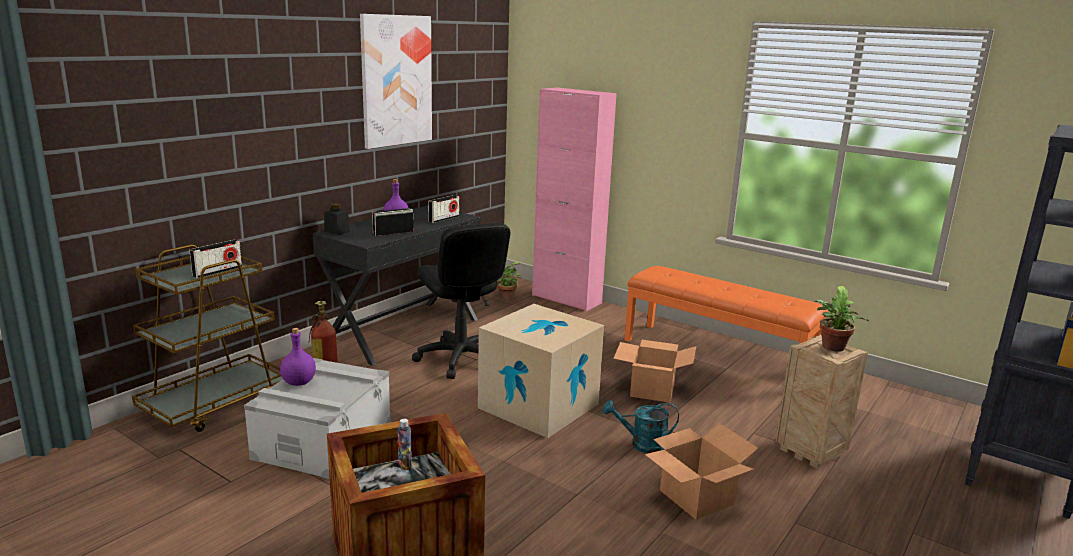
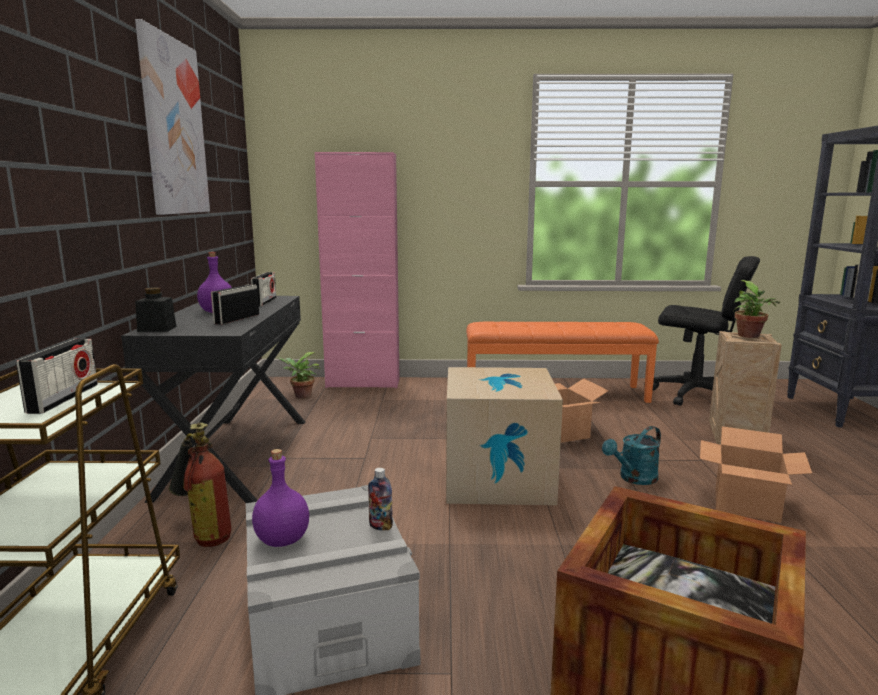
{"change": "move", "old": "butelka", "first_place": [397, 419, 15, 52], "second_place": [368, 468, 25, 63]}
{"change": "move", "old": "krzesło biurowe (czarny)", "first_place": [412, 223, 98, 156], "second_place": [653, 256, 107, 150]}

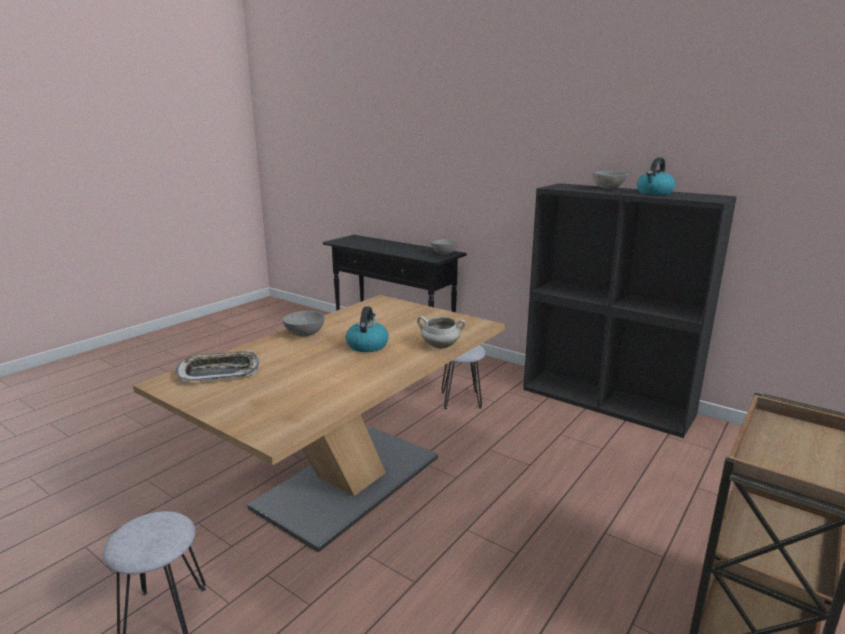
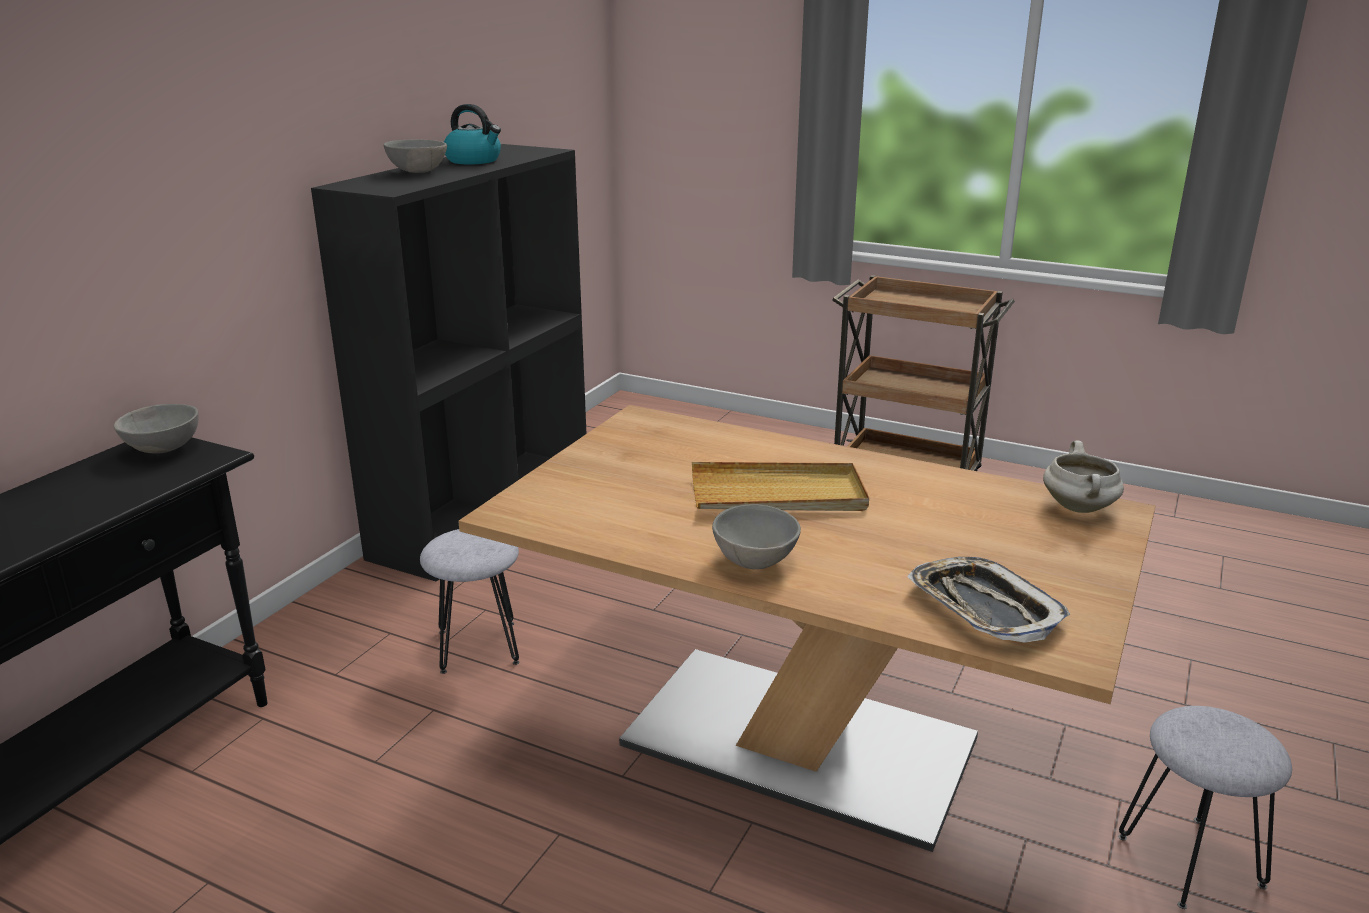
{"change": "replace", "old": "czajnik", "new": "taca (beżowy)", "first_place": [346, 306, 43, 46], "second_place": [692, 462, 177, 49]}
{"change": "move", "old": "garnek (biały)", "first_place": [417, 316, 49, 33], "second_place": [1043, 440, 81, 73]}

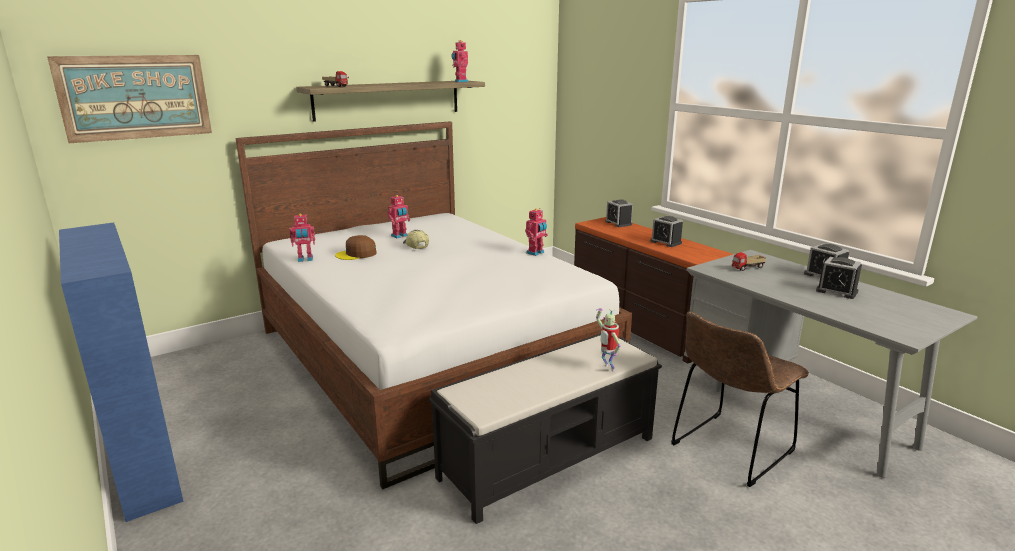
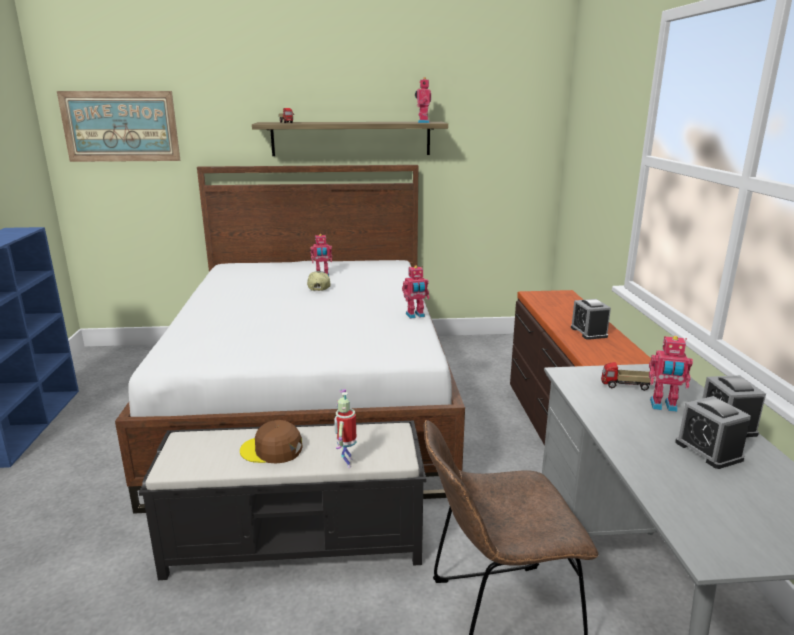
{"change": "move", "old": "robot zabawkowy", "first_place": [289, 214, 26, 48], "second_place": [649, 336, 44, 76]}
{"change": "move", "old": "czapka z daszkiem (brązowy)", "first_place": [335, 235, 42, 25], "second_place": [240, 420, 62, 44]}
{"change": "delete", "old": "budzik", "first_place": [605, 199, 28, 28]}

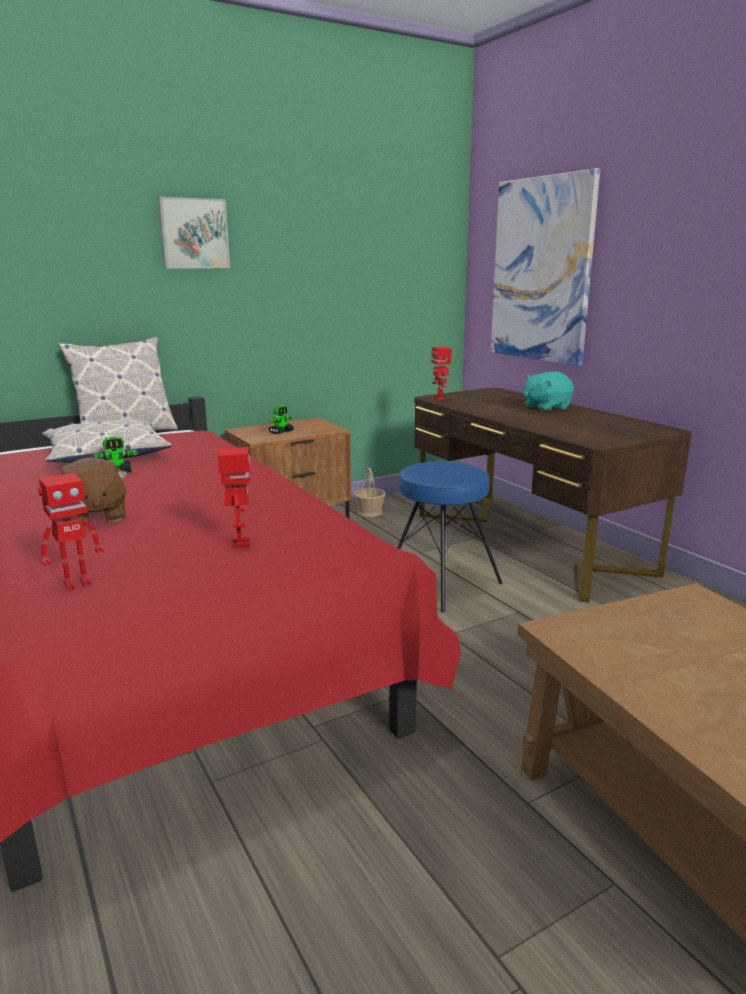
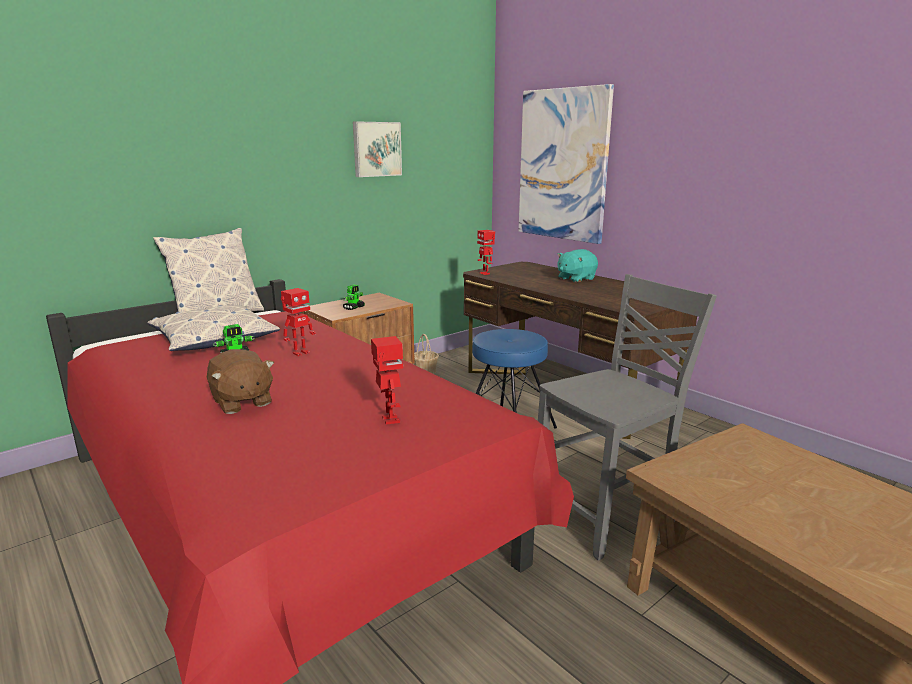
{"change": "move", "old": "robot zabawkowy", "first_place": [38, 473, 66, 117], "second_place": [281, 288, 35, 68]}
{"change": "move", "old": "obraz", "first_place": [157, 197, 73, 72], "second_place": [353, 121, 49, 56]}
{"change": "insert", "new": "krzesło (szary)", "second_place": [538, 274, 179, 287]}

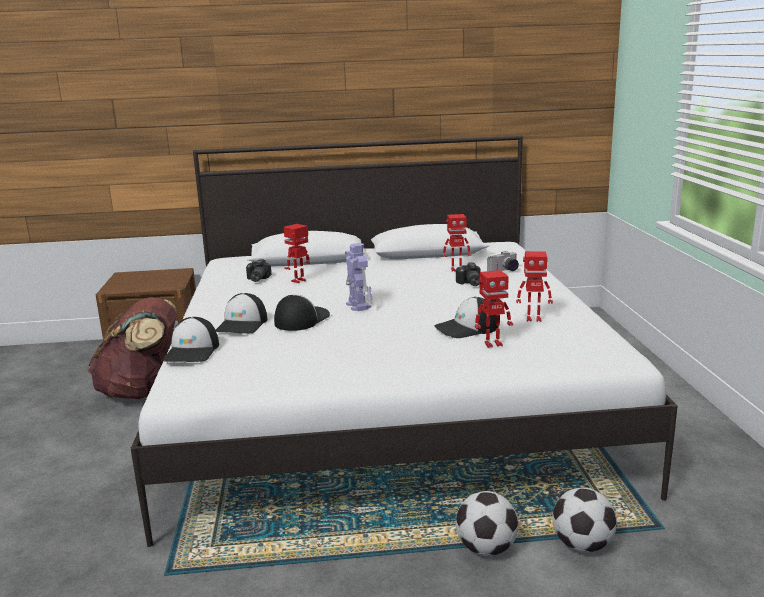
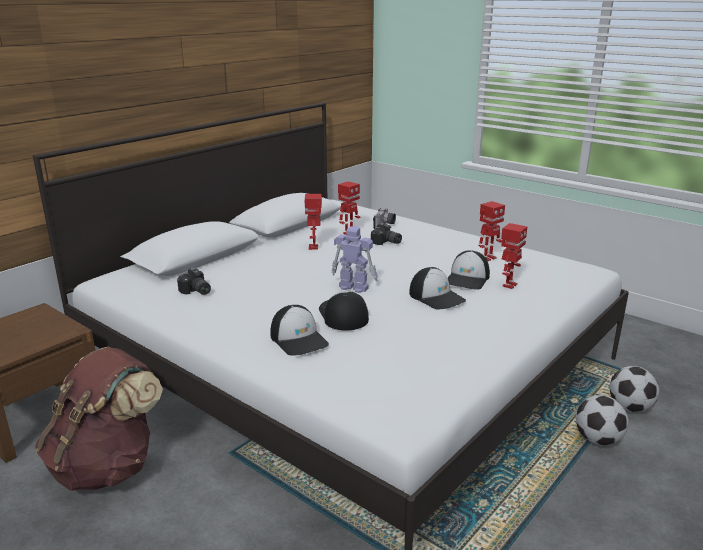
{"change": "move", "old": "czapka z daszkiem", "first_place": [162, 317, 57, 45], "second_place": [409, 267, 57, 42]}
{"change": "move", "old": "robot zabawkowy", "first_place": [284, 224, 26, 59], "second_place": [304, 194, 18, 56]}

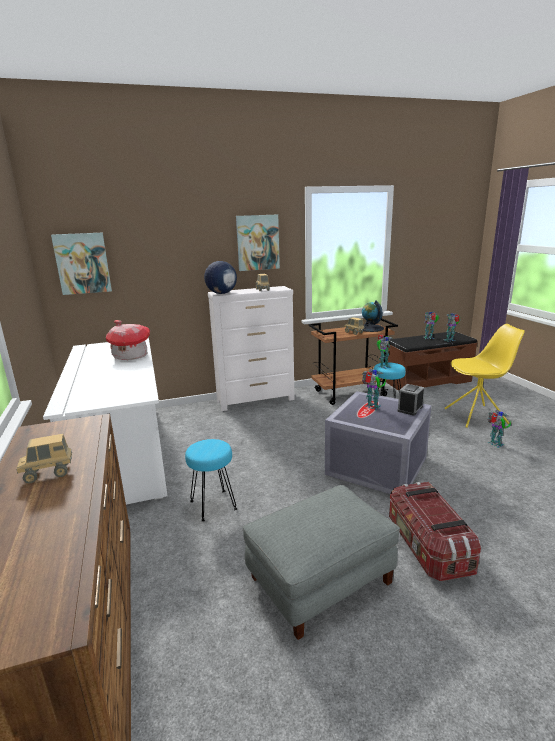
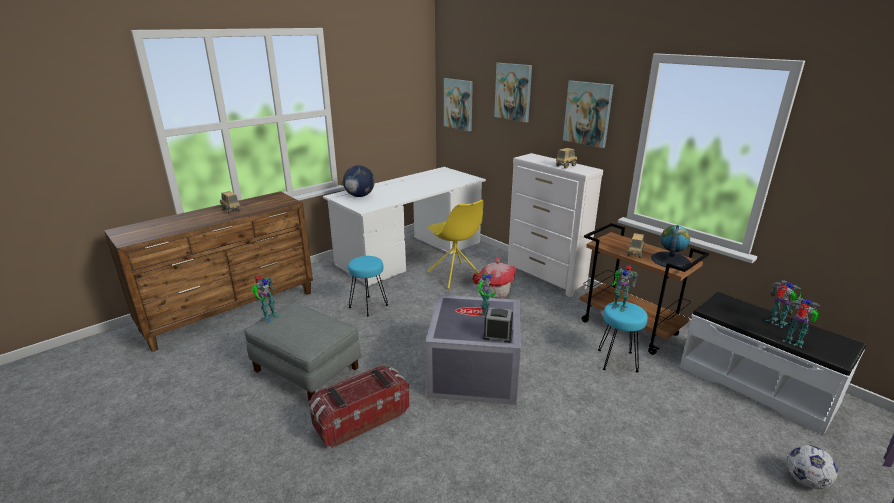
{"change": "move", "old": "domek", "first_place": [106, 320, 44, 40], "second_place": [480, 258, 36, 40]}
{"change": "move", "old": "globus", "first_place": [204, 261, 33, 33], "second_place": [343, 165, 32, 32]}
{"change": "recolor", "old": "ławka (brązowy)", "new": "ławka (biały)", "first_place": [386, 331, 91, 60], "second_place": [680, 292, 186, 144]}
{"change": "move", "old": "krzesło (żółty)", "first_place": [445, 324, 80, 104], "second_place": [427, 200, 57, 89]}
{"change": "move", "old": "robot zabawkowy", "first_place": [487, 410, 24, 38], "second_place": [252, 276, 27, 46]}
{"change": "insert", "new": "obraz", "second_place": [494, 63, 38, 59]}
{"change": "insert", "new": "piłka futbolowa", "second_place": [787, 445, 51, 44]}

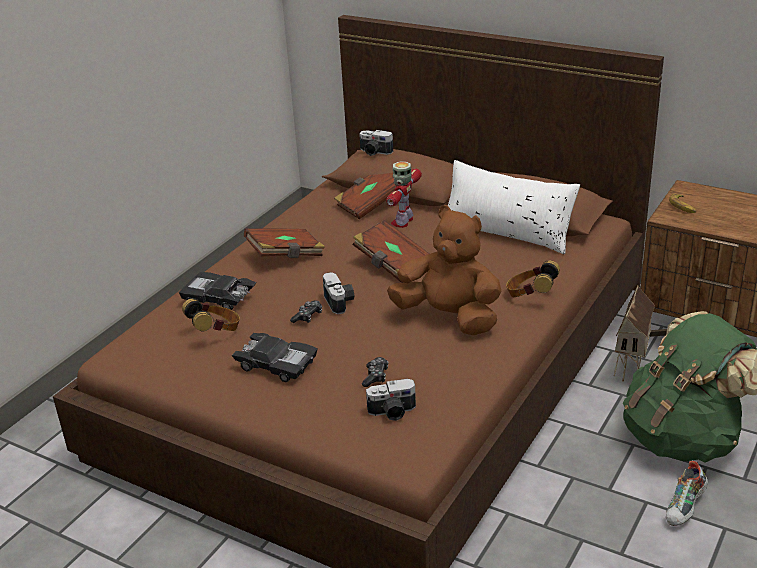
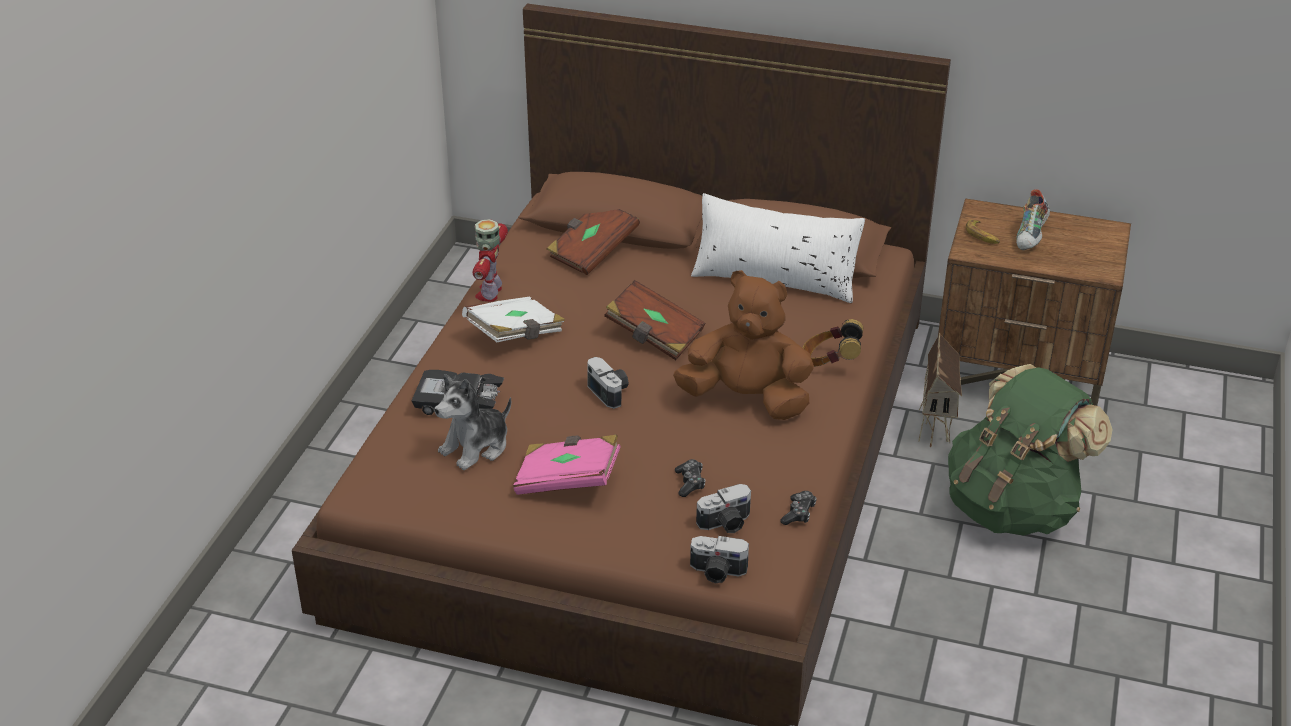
{"change": "replace", "old": "słuchawki", "new": "pluszak", "first_place": [182, 299, 58, 32], "second_place": [435, 374, 76, 96]}
{"change": "replace", "old": "samochodzik (czarny)", "new": "książka (różowy)", "first_place": [232, 333, 85, 49], "second_place": [513, 435, 108, 60]}
{"change": "recolor", "old": "książka (brązowy)", "new": "książka (biały)", "first_place": [244, 228, 81, 30], "second_place": [462, 297, 104, 45]}
{"change": "move", "old": "pad do gier", "first_place": [290, 300, 32, 23], "second_place": [780, 491, 37, 34]}
{"change": "move", "old": "aparat fotograficzny", "first_place": [359, 130, 34, 26], "second_place": [690, 536, 59, 47]}
{"change": "move", "old": "robot zabawkowy", "first_place": [386, 161, 36, 67], "second_place": [473, 219, 35, 83]}
{"change": "move", "old": "but", "first_place": [666, 461, 42, 65], "second_place": [1016, 189, 34, 61]}

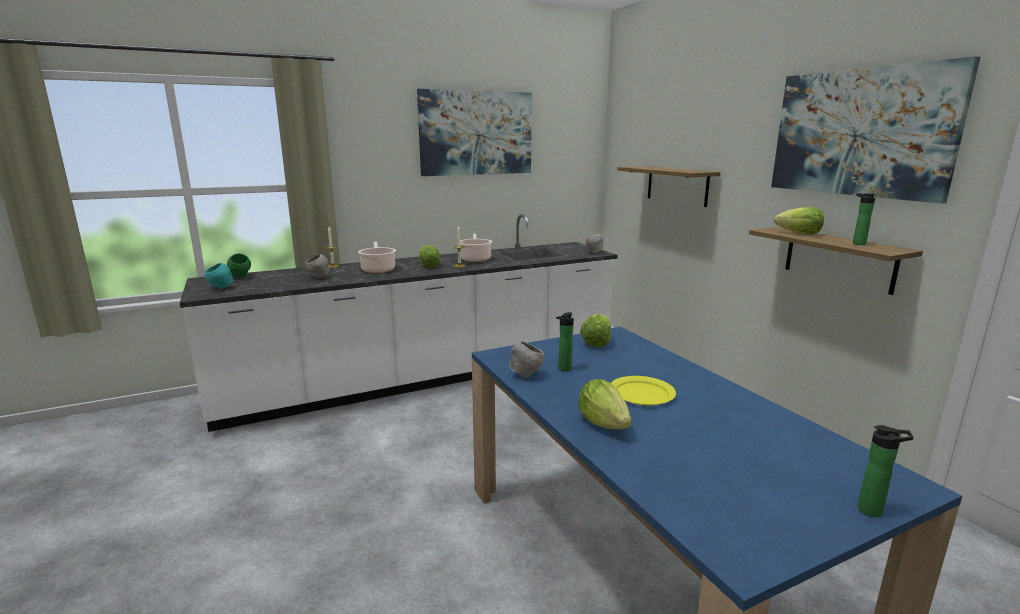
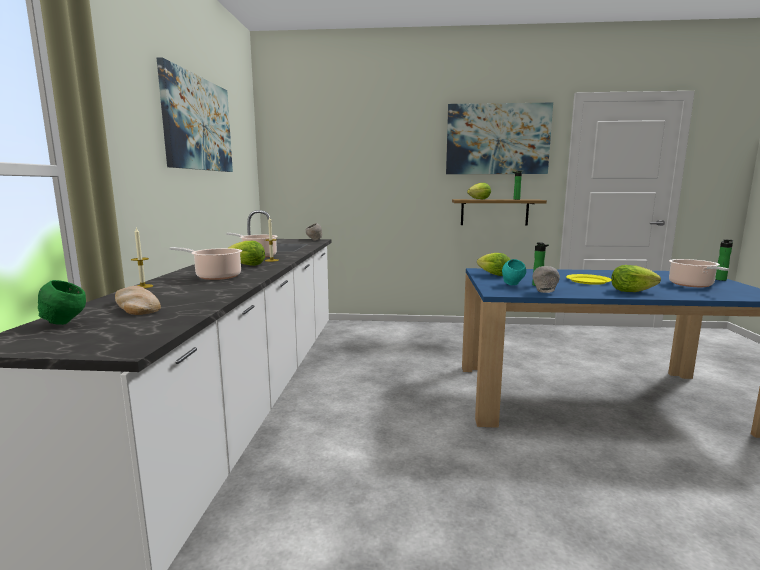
{"change": "move", "old": "miska (turkusowy)", "first_place": [204, 263, 29, 26], "second_place": [502, 259, 24, 26]}
{"change": "delete", "old": "miska (szary)", "first_place": [305, 254, 25, 24]}
{"change": "delete", "old": "półka", "first_place": [617, 166, 104, 41]}
{"change": "insert", "new": "chleb", "second_place": [115, 286, 46, 29]}
{"change": "insert", "new": "garnek", "second_place": [669, 259, 60, 28]}

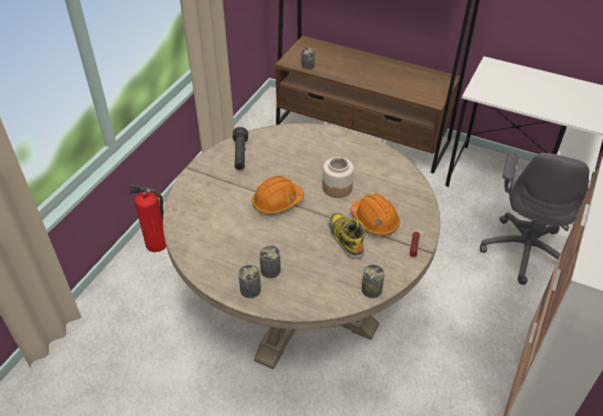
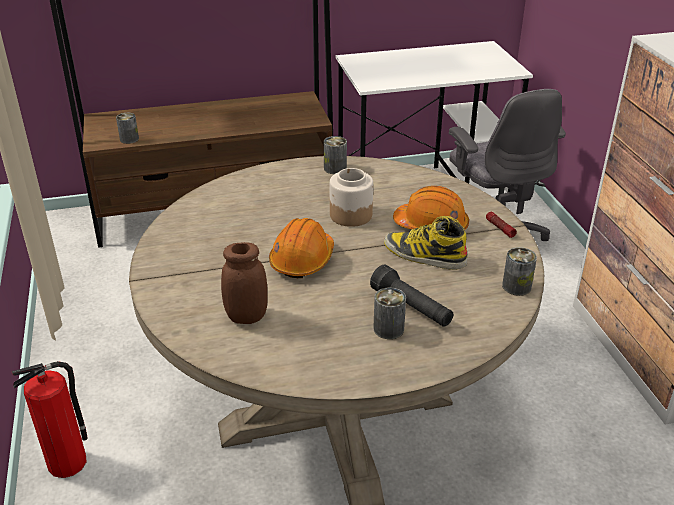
{"change": "move", "old": "latarka (czarny)", "first_place": [233, 127, 15, 43], "second_place": [370, 265, 83, 62]}
{"change": "move", "old": "puszka", "first_place": [238, 265, 23, 33], "second_place": [324, 136, 23, 38]}
{"change": "insert", "new": "słoik (brązowy)", "second_place": [221, 242, 47, 82]}

